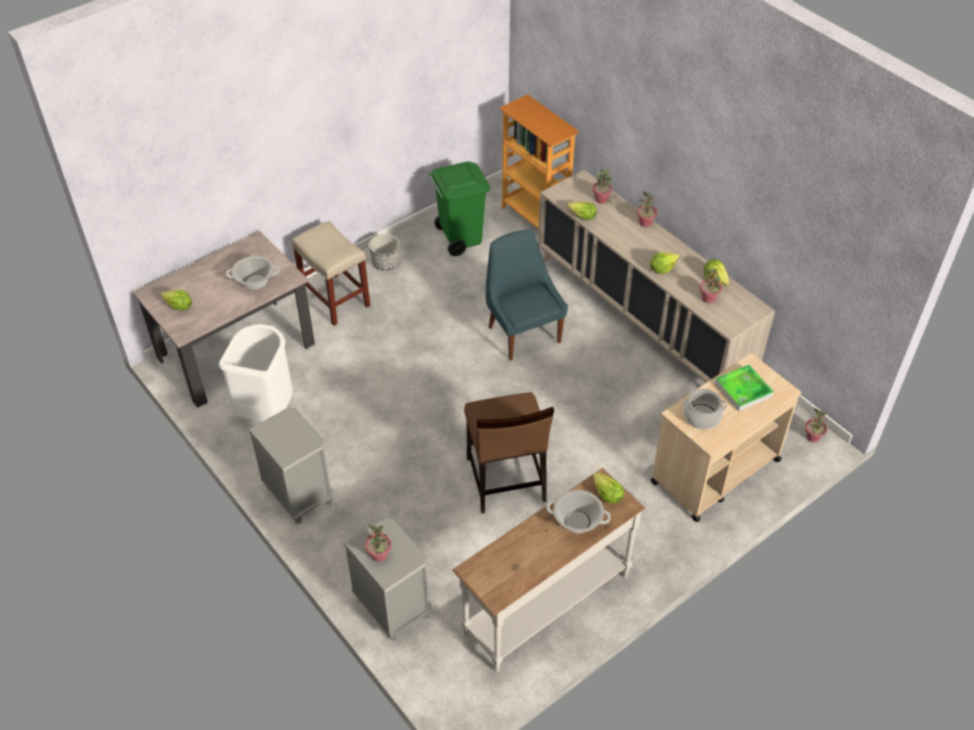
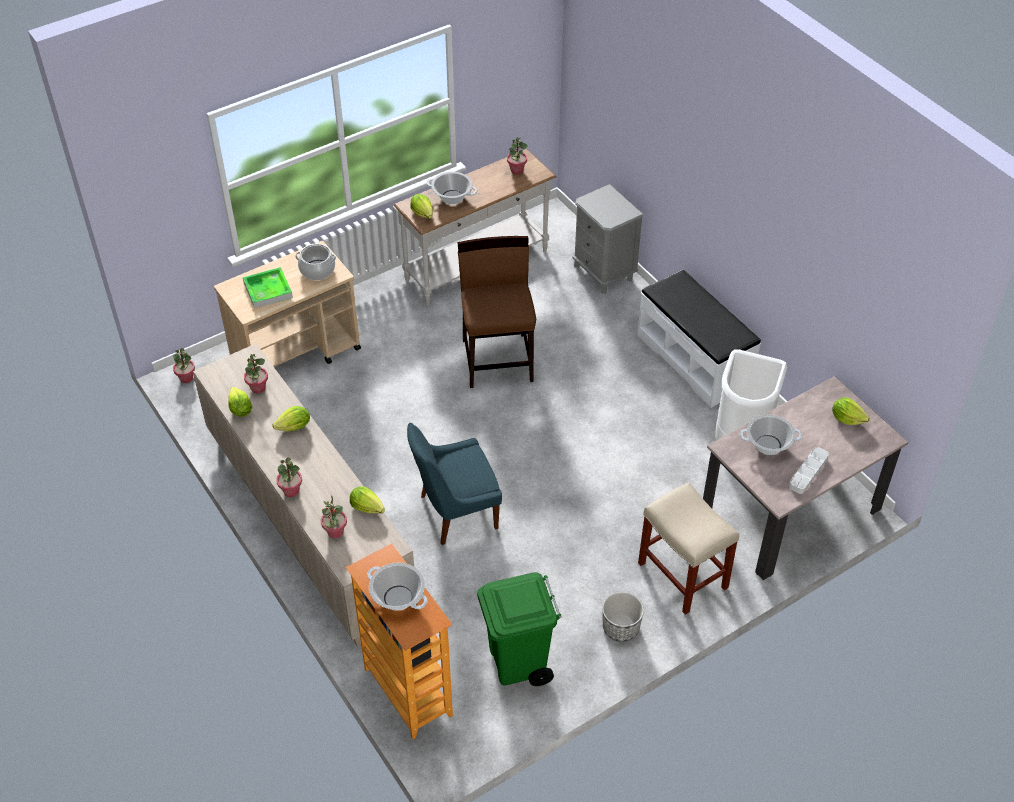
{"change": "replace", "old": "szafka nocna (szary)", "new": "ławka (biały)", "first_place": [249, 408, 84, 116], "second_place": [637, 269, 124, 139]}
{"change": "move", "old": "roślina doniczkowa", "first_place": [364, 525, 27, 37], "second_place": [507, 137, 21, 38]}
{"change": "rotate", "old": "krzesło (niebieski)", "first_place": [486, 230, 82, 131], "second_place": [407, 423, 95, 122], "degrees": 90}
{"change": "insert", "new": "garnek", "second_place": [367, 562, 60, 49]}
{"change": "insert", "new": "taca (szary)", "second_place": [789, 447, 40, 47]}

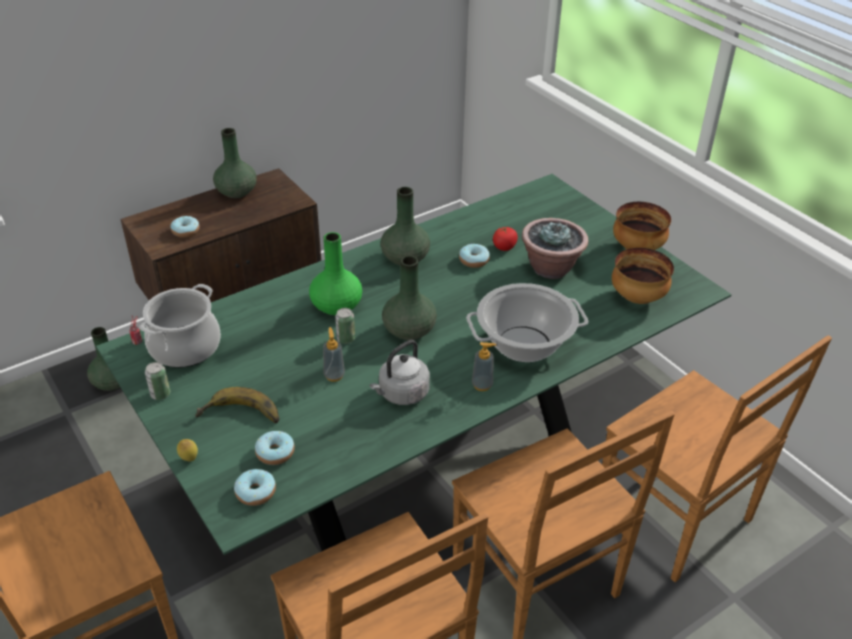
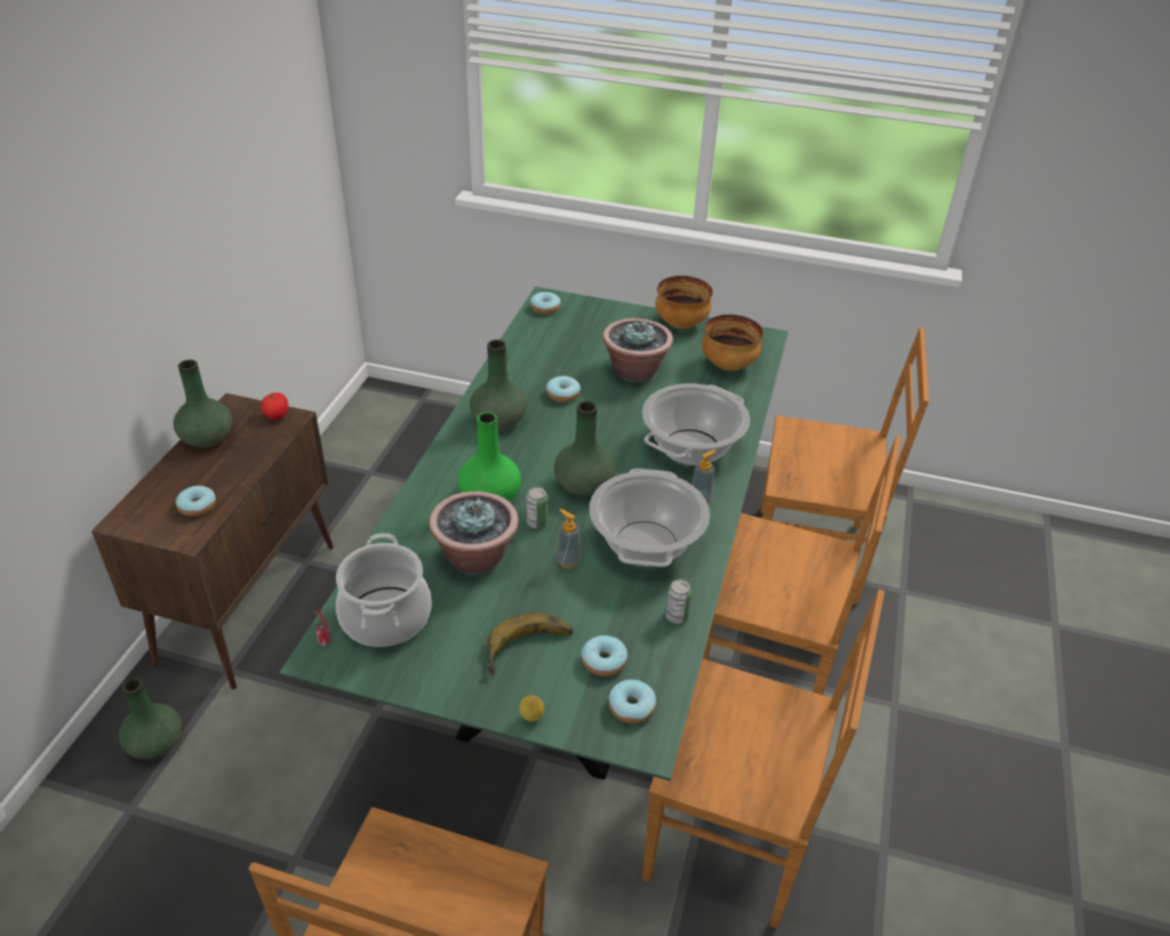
{"change": "move", "old": "puszka", "first_place": [145, 362, 25, 38], "second_place": [665, 579, 27, 45]}
{"change": "replace", "old": "czajnik (szary)", "new": "garnek", "first_place": [370, 340, 60, 65], "second_place": [589, 469, 121, 98]}
{"change": "move", "old": "pomidor", "first_place": [493, 227, 25, 24], "second_place": [261, 393, 27, 26]}
{"change": "insert", "new": "roślina doniczkowa", "second_place": [429, 491, 89, 84]}
{"change": "insert", "new": "donut", "second_place": [530, 292, 31, 22]}

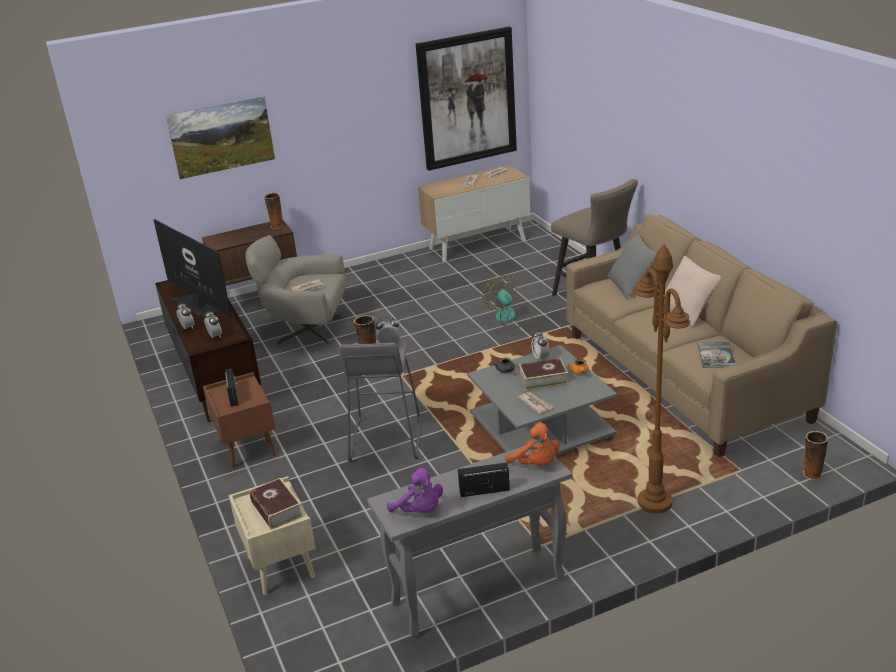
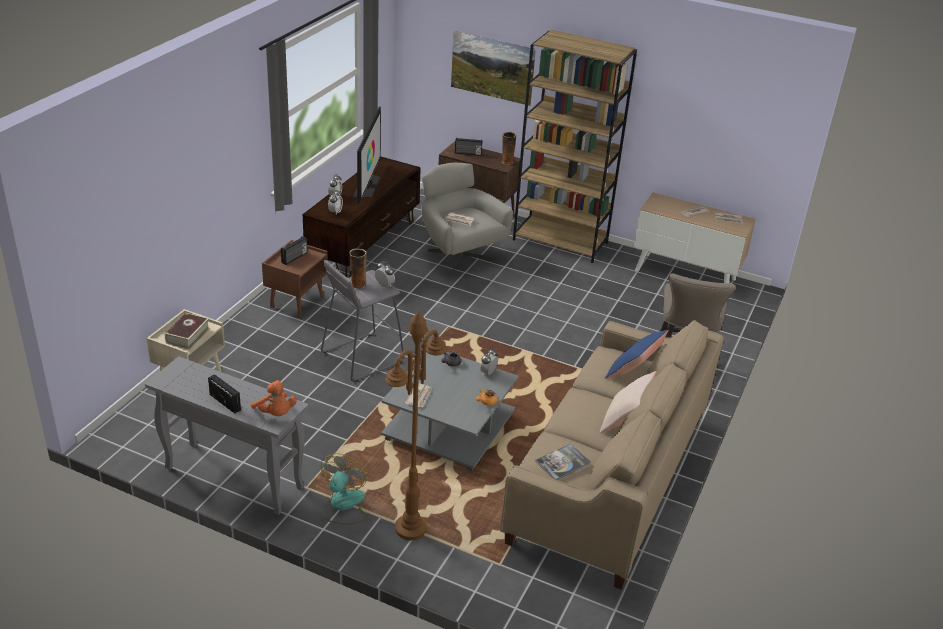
{"change": "delete", "old": "pluszak (fioletowy)", "first_place": [387, 467, 56, 46]}
{"change": "delete", "old": "obraz", "first_place": [416, 27, 101, 144]}
{"change": "move", "old": "wentylator", "first_place": [482, 275, 51, 53], "second_place": [321, 453, 46, 72]}
{"change": "rotate", "old": "pluszak (pomarańczowy)", "first_place": [505, 422, 54, 44], "second_place": [251, 380, 46, 36], "degrees": -45}
{"change": "delete", "old": "książka", "first_place": [519, 358, 49, 33]}
{"change": "recolor", "old": "poduszka (szary)", "new": "poduszka (niebieski)", "first_place": [607, 233, 49, 67], "second_place": [605, 330, 64, 49]}
{"change": "delete", "old": "wazon", "first_place": [803, 431, 25, 49]}
{"change": "insert", "new": "radio", "second_place": [455, 138, 28, 18]}
{"change": "insert", "new": "regał (brązowy)", "second_place": [513, 30, 124, 233]}

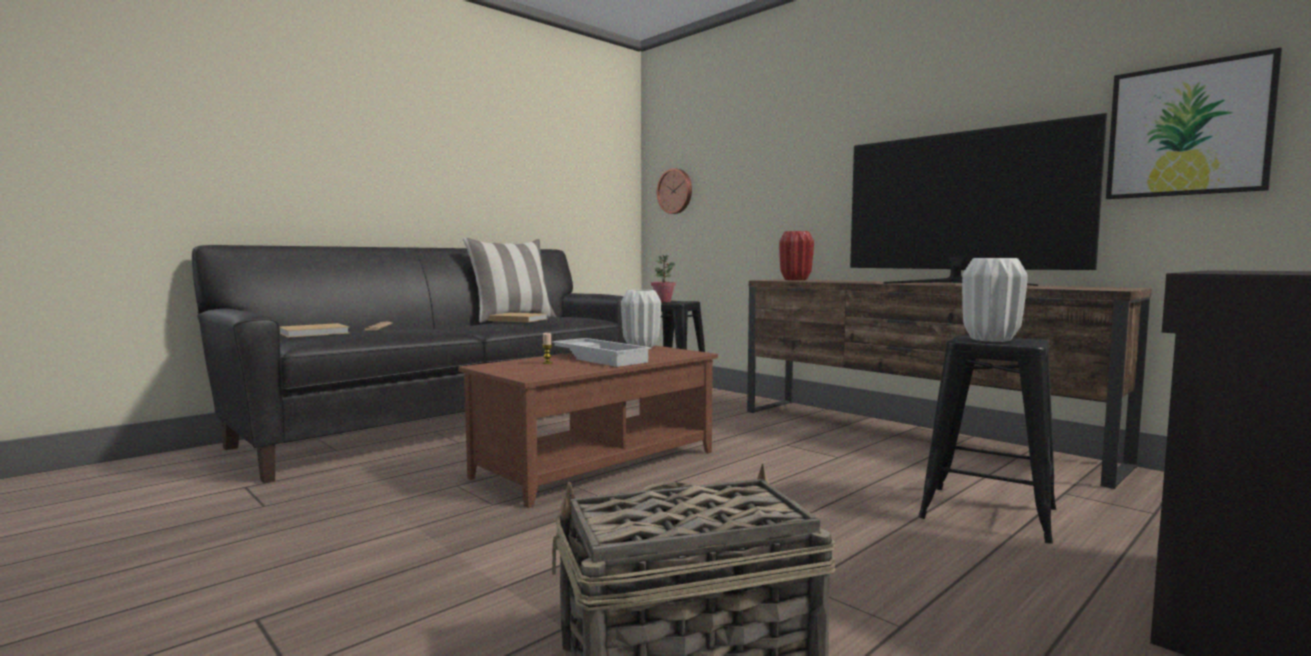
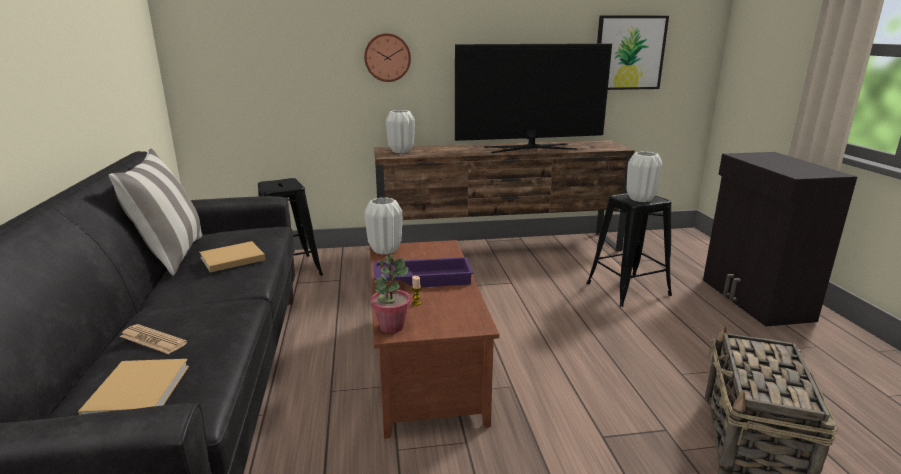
{"change": "recolor", "old": "taca (biały)", "new": "taca (fioletowy)", "first_place": [552, 338, 99, 29], "second_place": [374, 257, 100, 30]}
{"change": "move", "old": "roślina doniczkowa", "first_place": [651, 255, 25, 47], "second_place": [370, 254, 41, 79]}
{"change": "move", "old": "zegar ścienny", "first_place": [657, 168, 35, 46], "second_place": [364, 33, 47, 49]}
{"change": "recolor", "old": "wazon (czerwony)", "new": "wazon (biały)", "first_place": [779, 231, 35, 49], "second_place": [386, 110, 29, 43]}

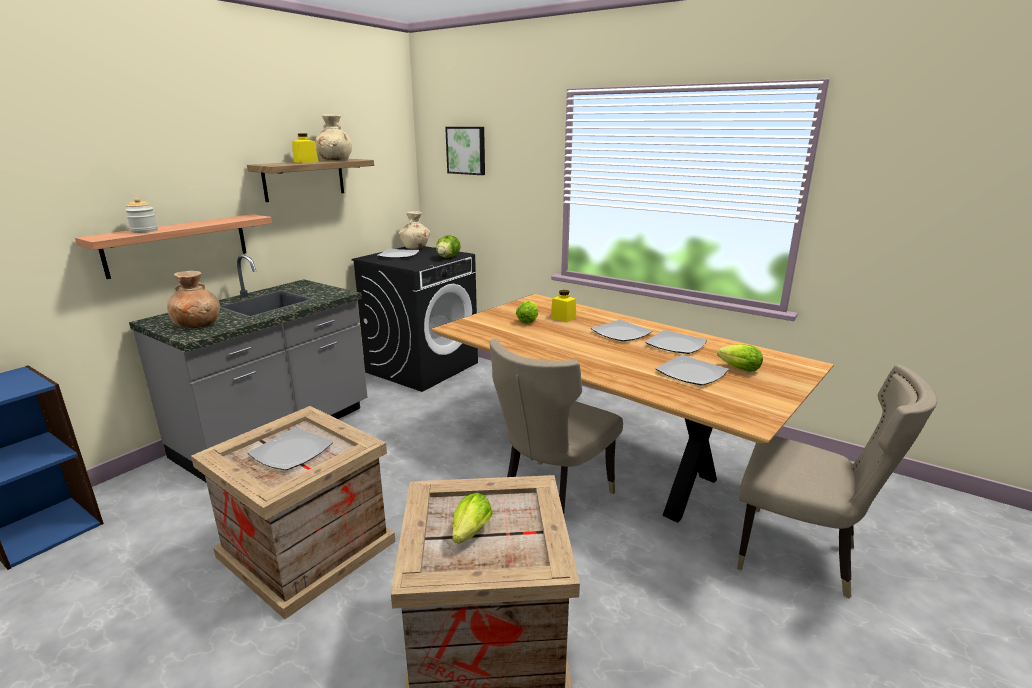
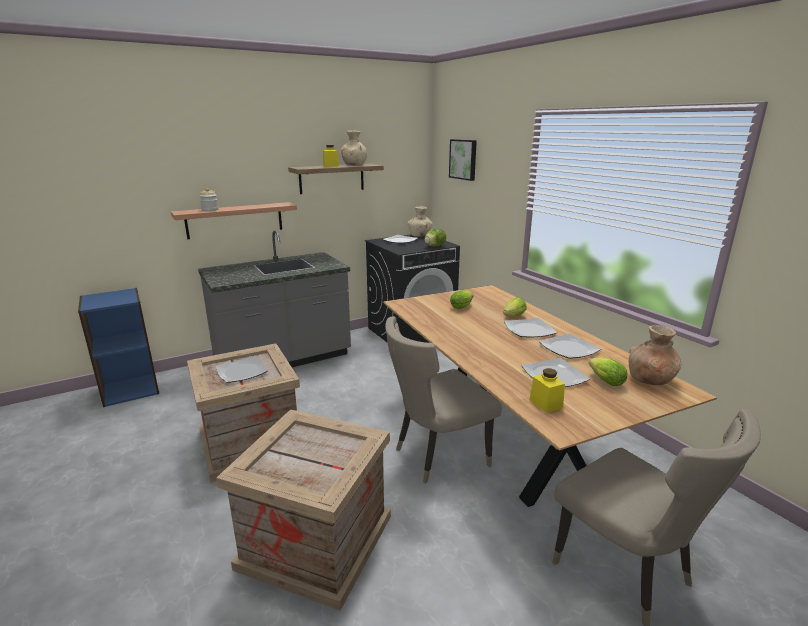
{"change": "move", "old": "wazon (brązowy)", "first_place": [167, 271, 53, 57], "second_place": [629, 325, 52, 60]}
{"change": "move", "old": "sałata", "first_place": [452, 493, 41, 51], "second_place": [503, 297, 24, 20]}
{"change": "move", "old": "słoik (żółty)", "first_place": [551, 290, 25, 32], "second_place": [529, 368, 36, 45]}

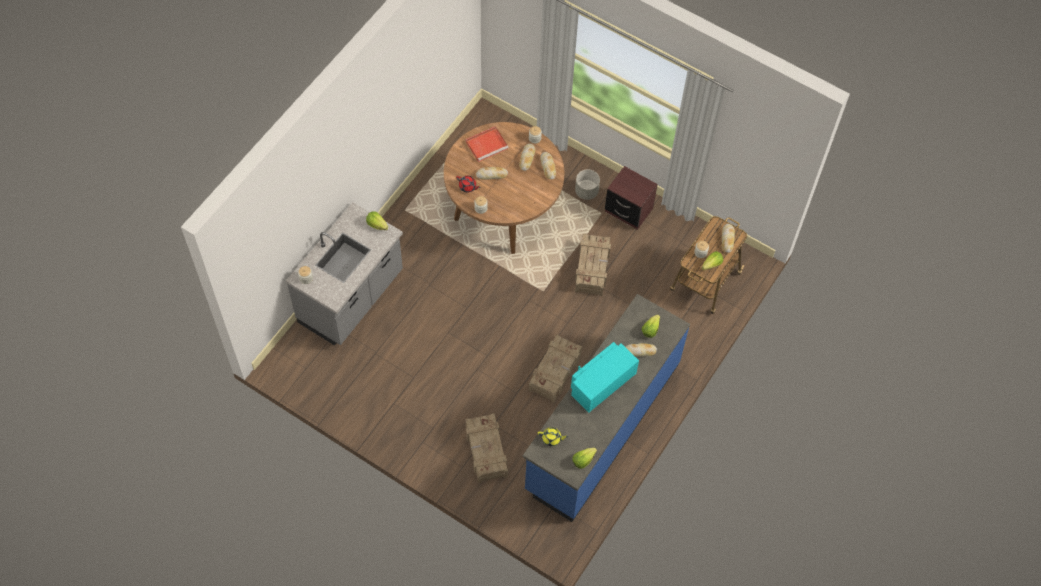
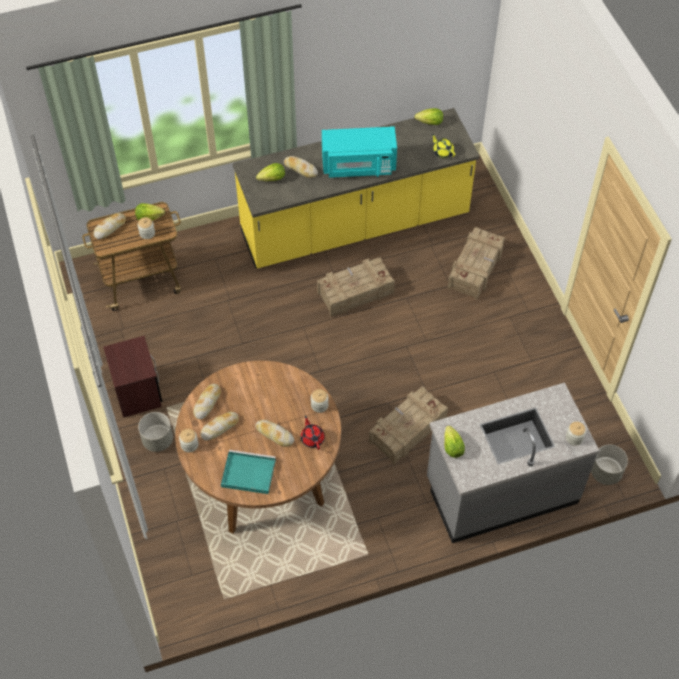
{"change": "recolor", "old": "taca (czerwony)", "new": "taca (turkusowy)", "first_place": [466, 126, 43, 36], "second_place": [221, 450, 55, 44]}
{"change": "recolor", "old": "zabudowa kuchenna (niebieski)", "new": "zabudowa kuchenna (żółty)", "first_place": [523, 294, 167, 228], "second_place": [233, 108, 247, 160]}
{"change": "move", "old": "skrzynka", "first_place": [575, 234, 36, 62], "second_place": [369, 386, 79, 79]}
{"change": "insert", "new": "donica (szary)", "second_place": [591, 445, 37, 40]}

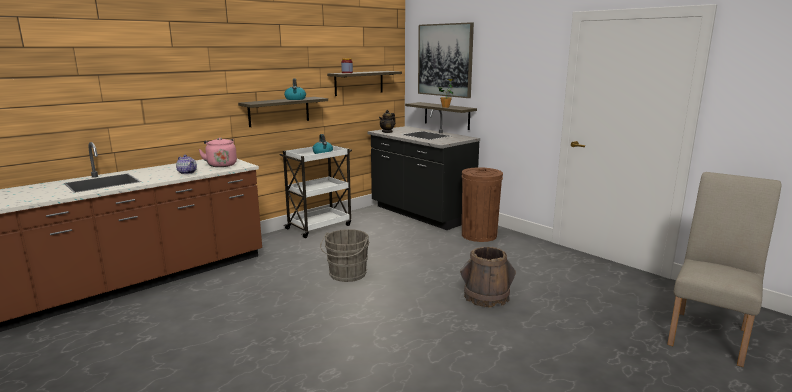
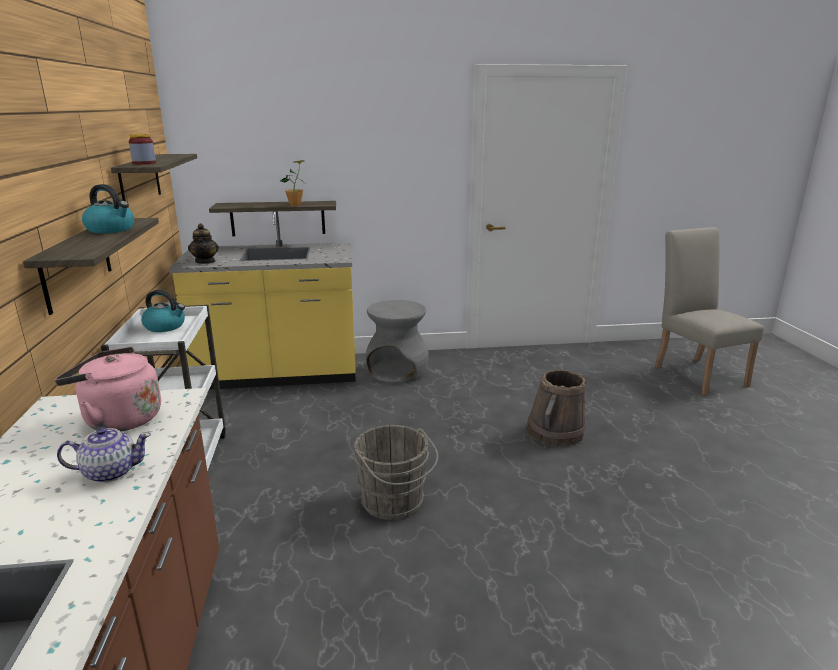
{"change": "recolor", "old": "zabudowa kuchenna (czarny)", "new": "zabudowa kuchenna (żółty)", "first_place": [367, 109, 113, 121], "second_place": [169, 211, 187, 179]}
{"change": "delete", "old": "obraz", "first_place": [418, 22, 56, 76]}
{"change": "replace", "old": "kosz na śmieci (brązowy)", "new": "stołek (szary)", "first_place": [462, 167, 41, 75], "second_place": [366, 300, 62, 83]}

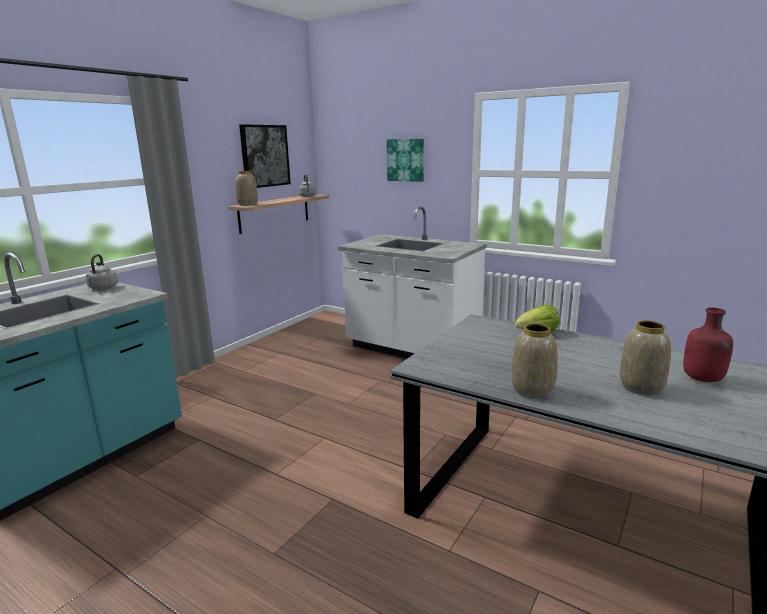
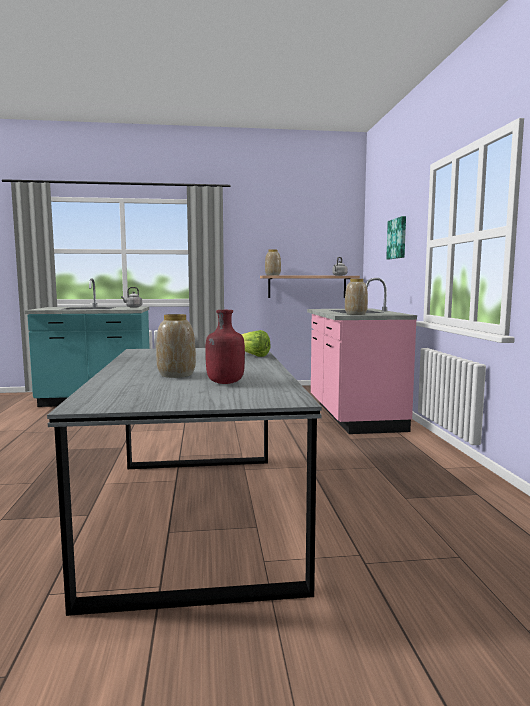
{"change": "delete", "old": "obraz", "first_place": [239, 124, 52, 64]}
{"change": "recolor", "old": "zabudowa kuchenna (biały)", "new": "zabudowa kuchenna (różowy)", "first_place": [338, 206, 149, 153], "second_place": [307, 278, 110, 156]}
{"change": "move", "old": "wazon", "first_place": [511, 323, 47, 76], "second_place": [345, 279, 23, 36]}

